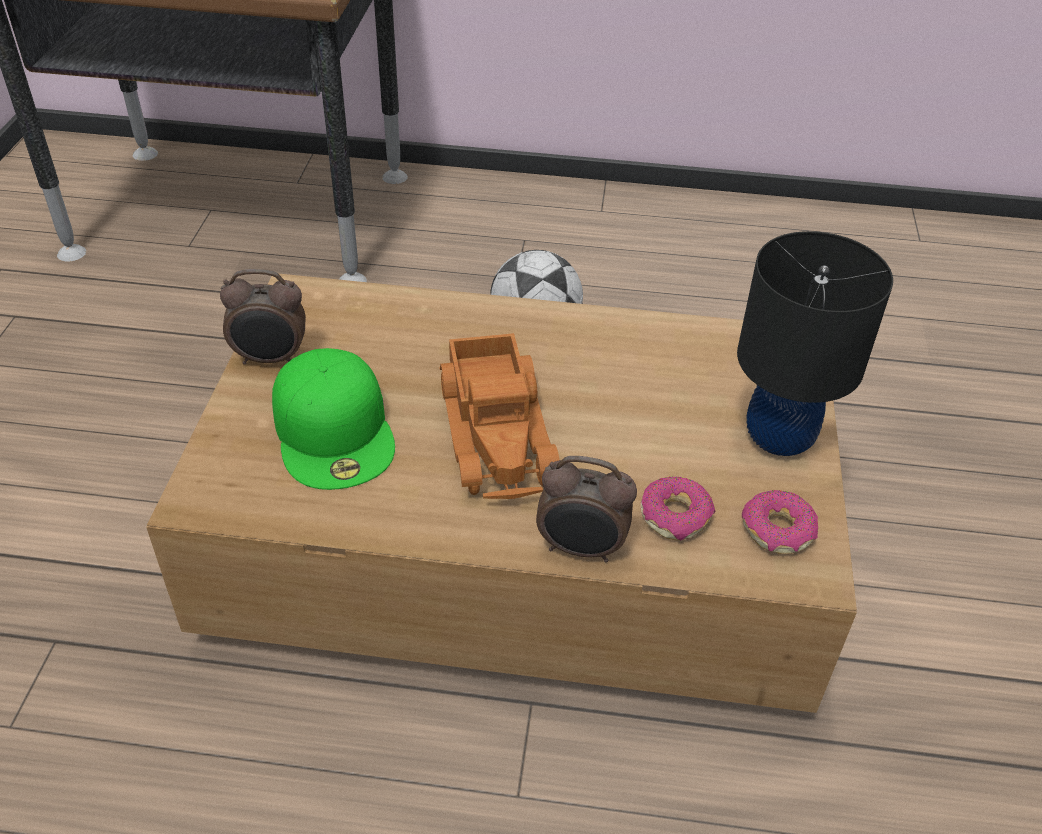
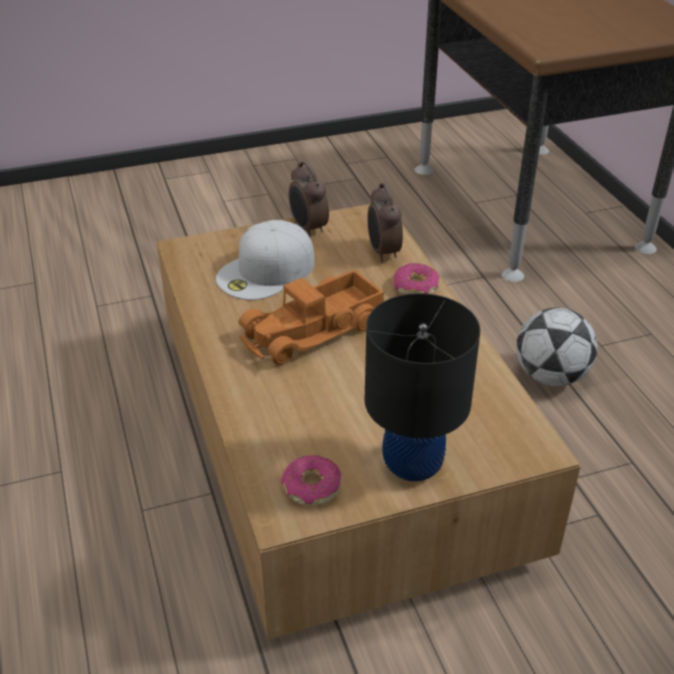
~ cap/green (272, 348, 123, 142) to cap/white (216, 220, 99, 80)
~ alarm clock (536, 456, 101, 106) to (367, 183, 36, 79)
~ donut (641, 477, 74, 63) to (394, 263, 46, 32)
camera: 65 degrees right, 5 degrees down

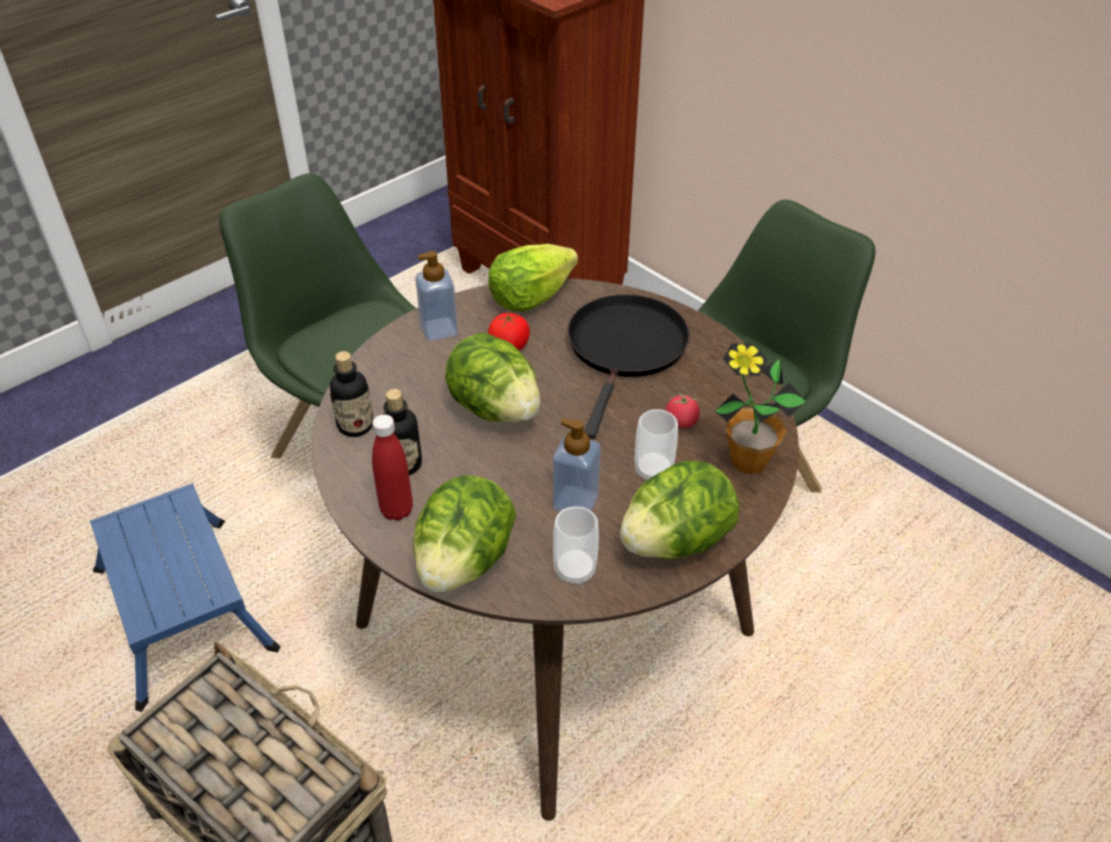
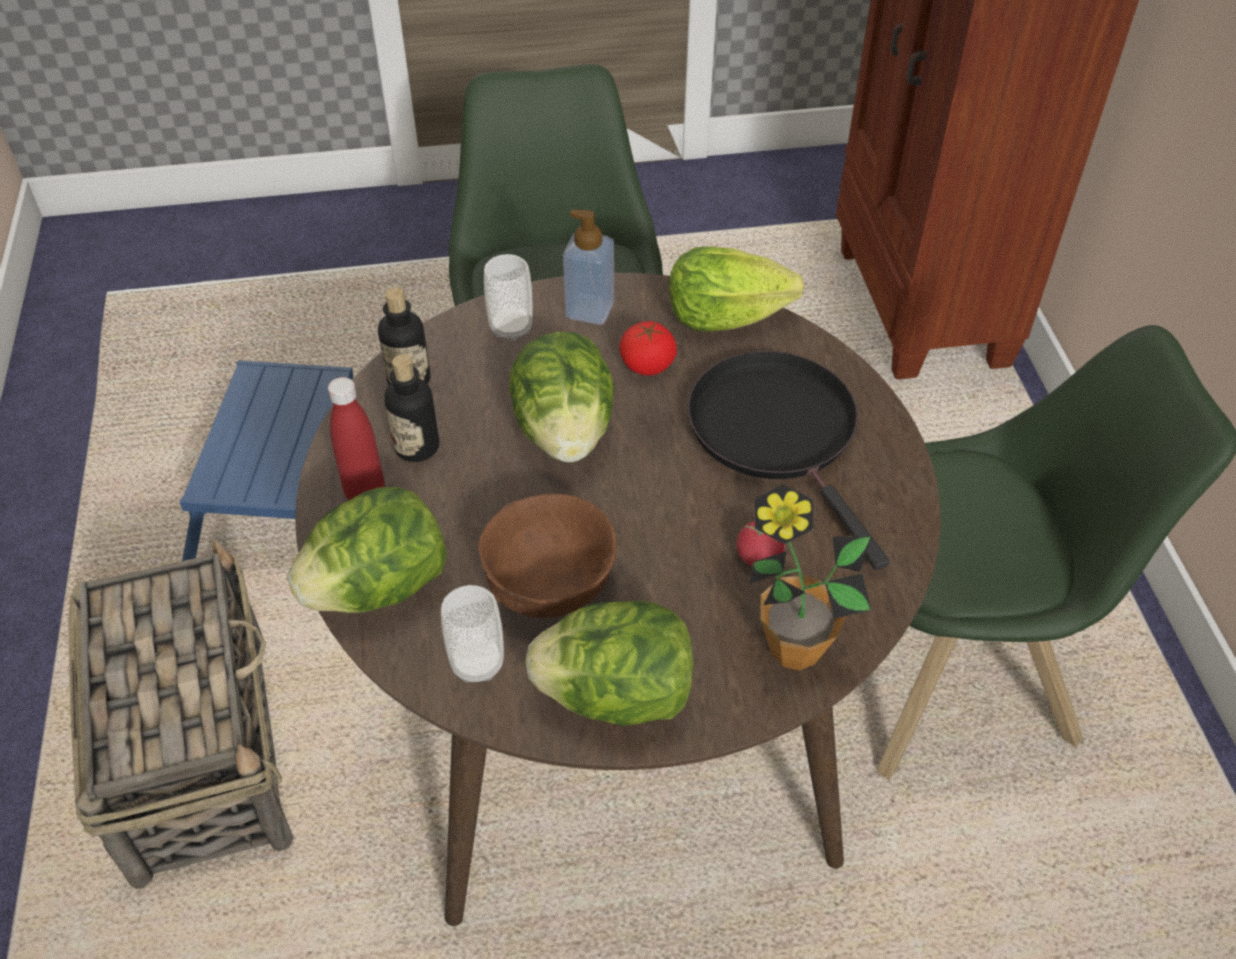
~ frying pan/black (568, 294, 122, 145) = (688, 351, 202, 219) 75 degrees counterclockwise
~ cup (635, 409, 43, 72) to (484, 254, 49, 87)
~ soap dispenser (553, 419, 48, 93) to bowl/brown (478, 494, 139, 124)
camera: 35 degrees right, 5 degrees up

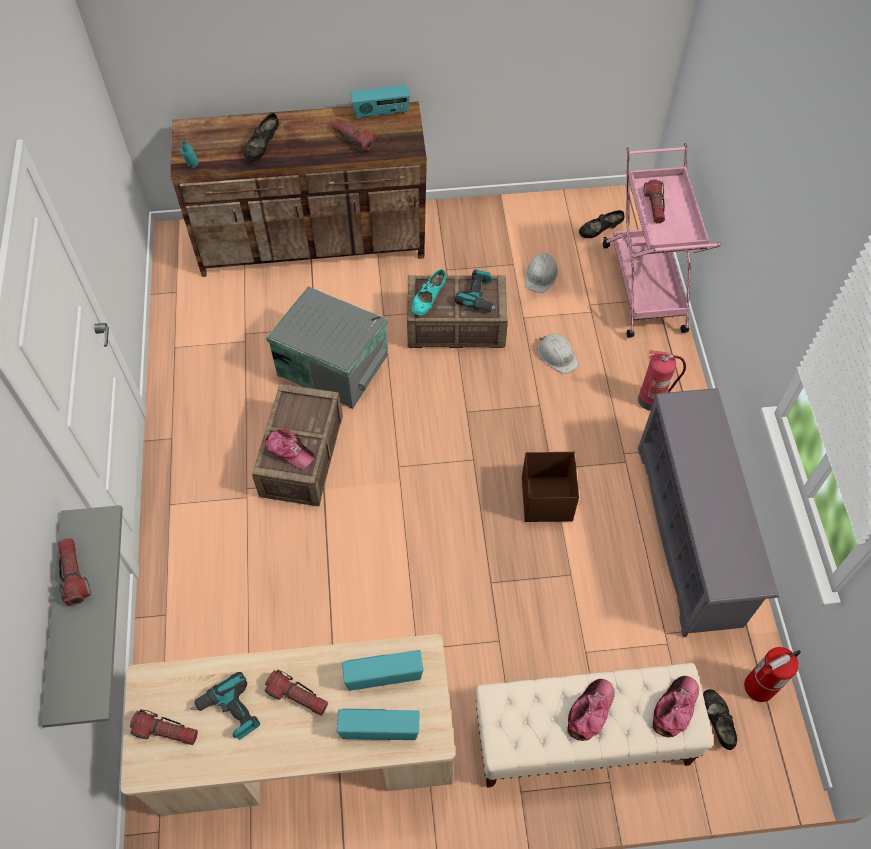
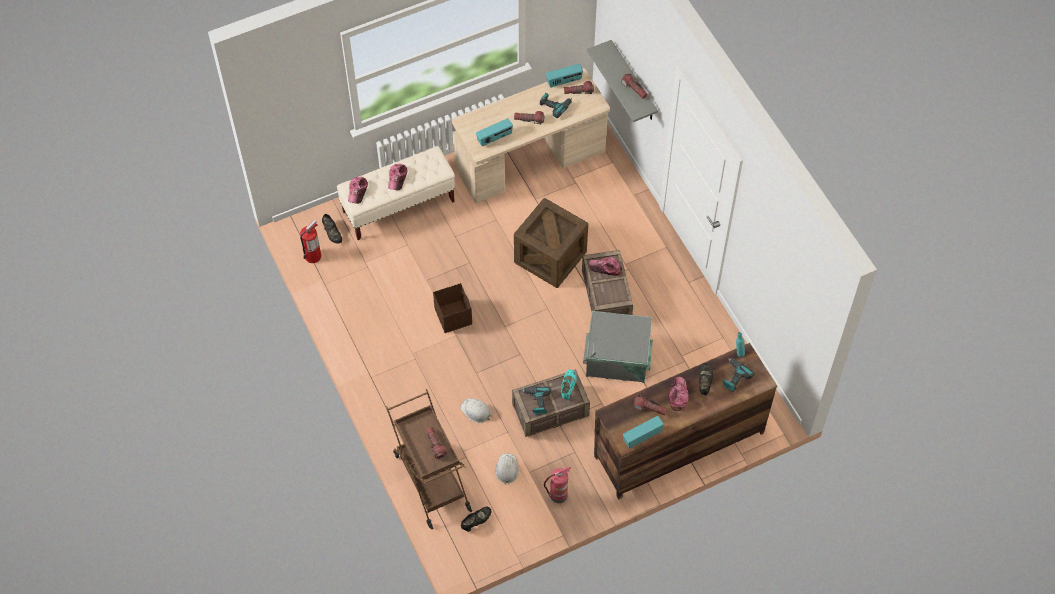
~ cart/pink (602, 143, 119, 195) to cart/brown (386, 389, 86, 140)
~ fire extinguisher (638, 351, 48, 59) to (544, 467, 27, 36)
- shoe rack/grey (638, 388, 141, 249)
~ radio (337, 708, 83, 32) to (546, 64, 37, 23)
+ crate (514, 198, 74, 90)
+ power drill (723, 358, 31, 34)
+ cap (669, 377, 19, 34)
camera: 160 degrees right, 0 degrees up

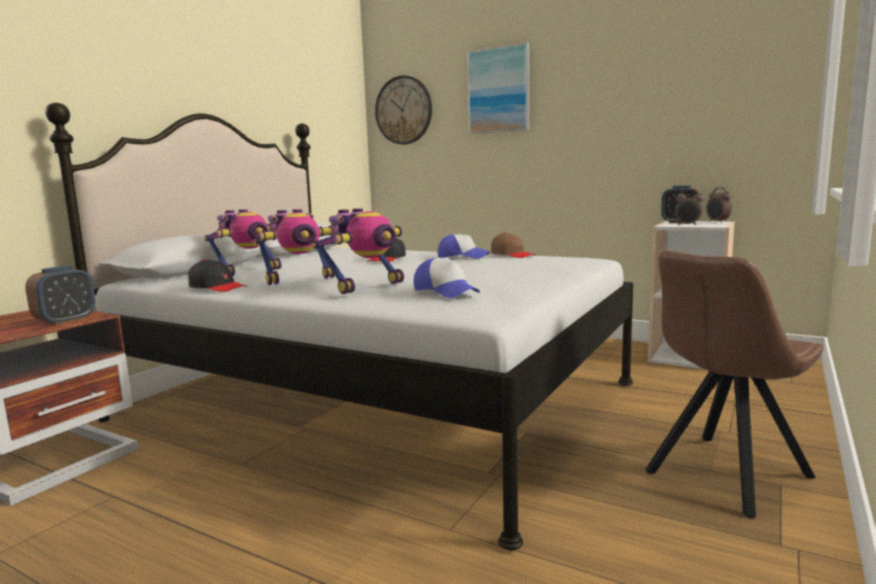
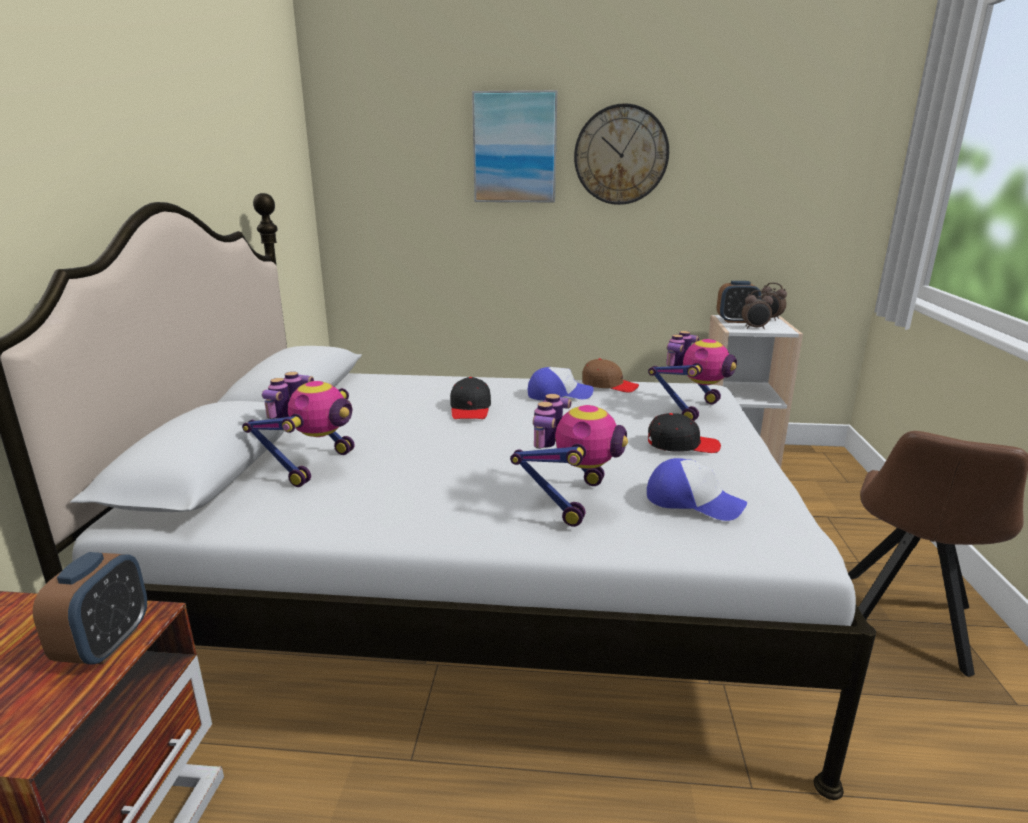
~ wall clock (375, 75, 57, 69) to (574, 103, 95, 102)
~ toy robot (255, 209, 80, 76) to (648, 331, 89, 90)
~ cap/black (188, 259, 59, 33) to (648, 413, 73, 40)
camera: 25 degrees left, 10 degrees up

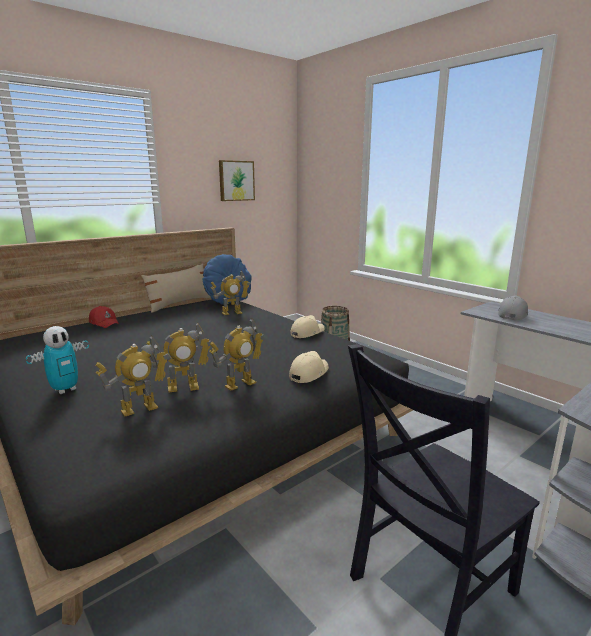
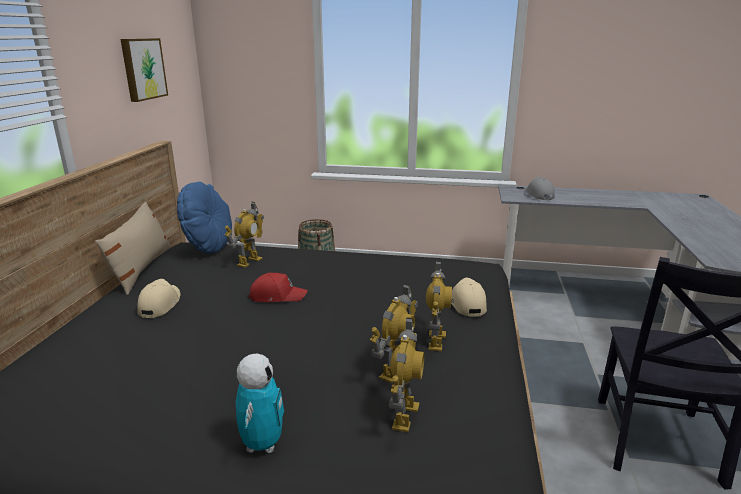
~ cap/red (89, 306, 30, 22) to (249, 273, 59, 29)
~ cap/beige (290, 315, 34, 23) to (137, 279, 44, 39)
camera: 40 degrees left, 5 degrees up

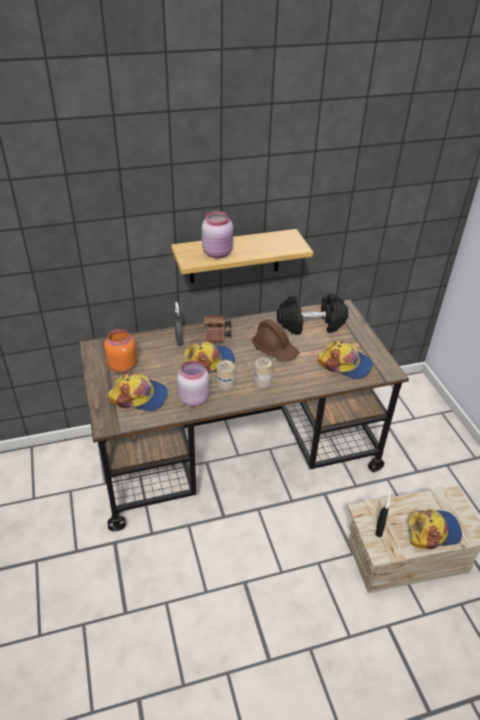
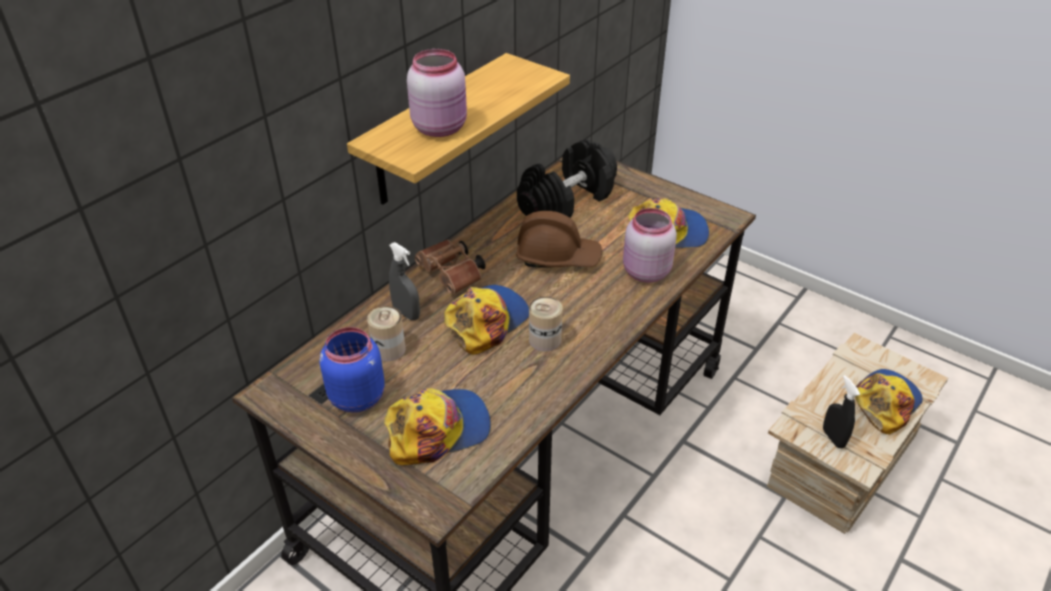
~ jar/orange (104, 329, 33, 44) to jar/blue (319, 327, 66, 86)
~ can (254, 357, 19, 31) to (367, 306, 39, 56)
~ jar/pink (177, 361, 32, 46) to (623, 208, 54, 75)
camera: 35 degrees left, 0 degrees up

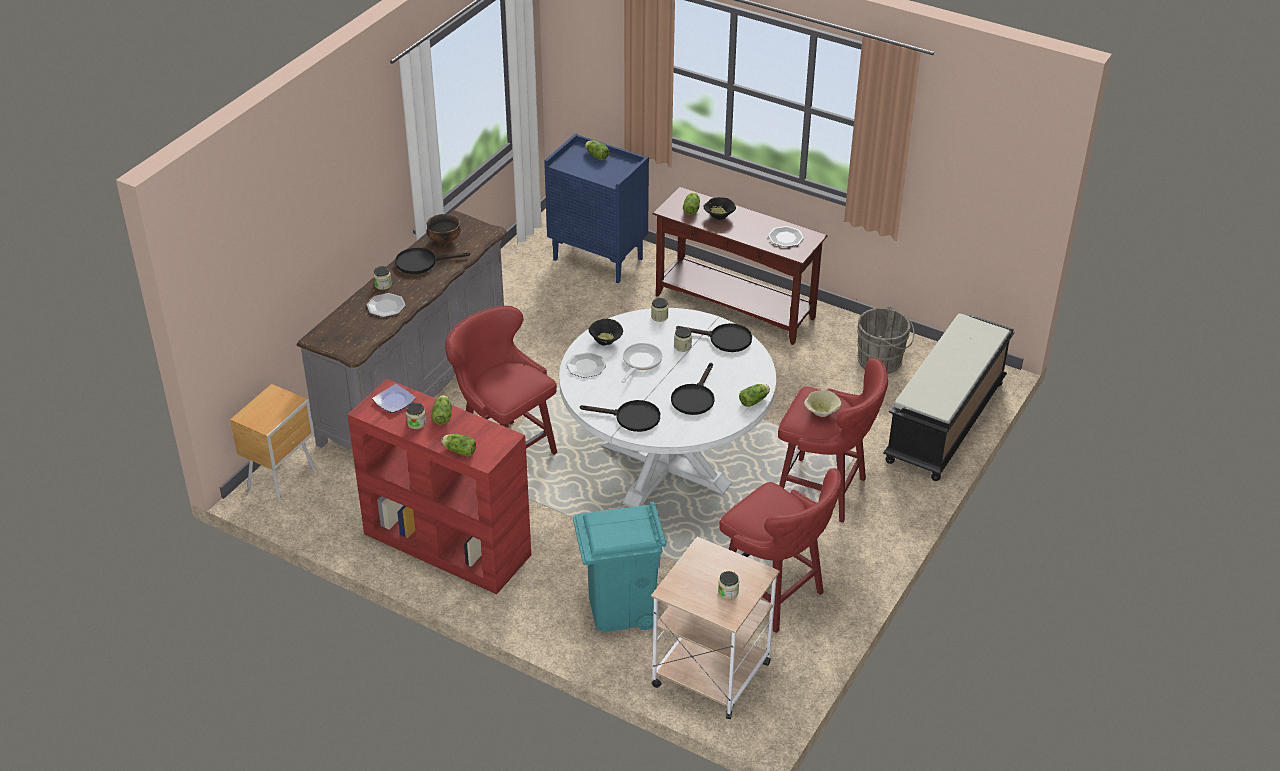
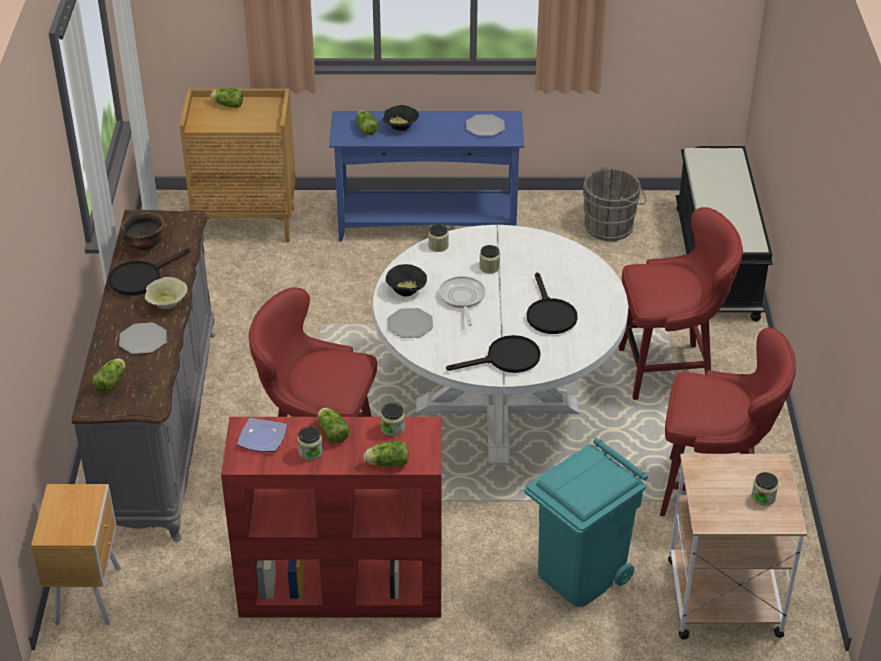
~ cabinet/blue (544, 133, 105, 150) to cabinet/brown (180, 88, 116, 154)
~ console table/brown (653, 187, 174, 158) to console table/blue (329, 111, 195, 130)
~ jar (373, 266, 19, 24) to (381, 403, 24, 34)
- frying pan/black (676, 323, 76, 29)
~ lettuce (739, 384, 31, 23) to (92, 358, 34, 35)
~ bowl/beige (804, 390, 38, 27) to (145, 277, 43, 32)
camera: 30 degrees left, 0 degrees up

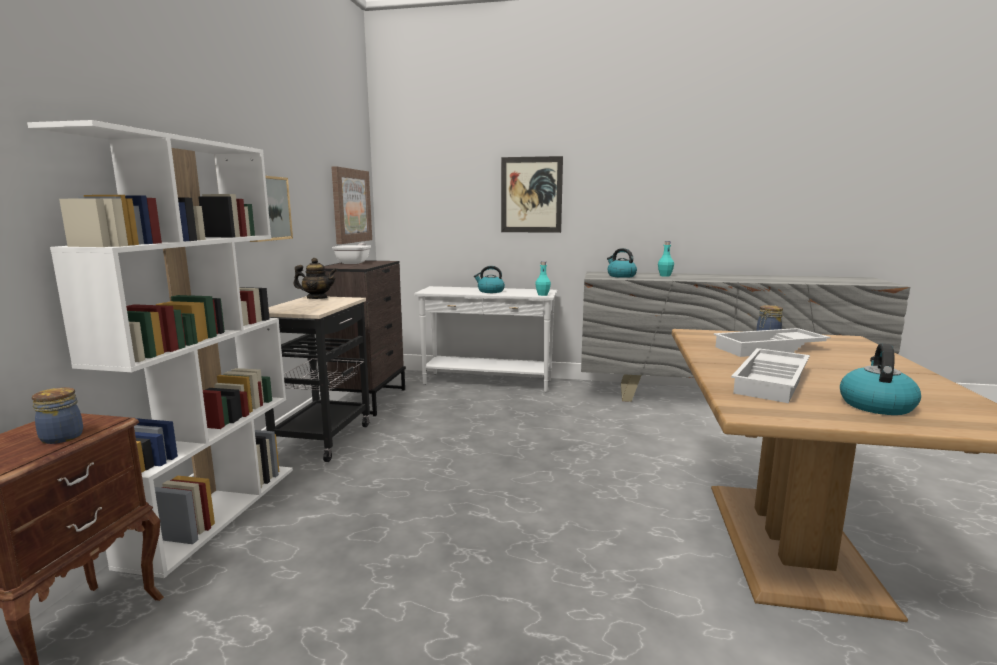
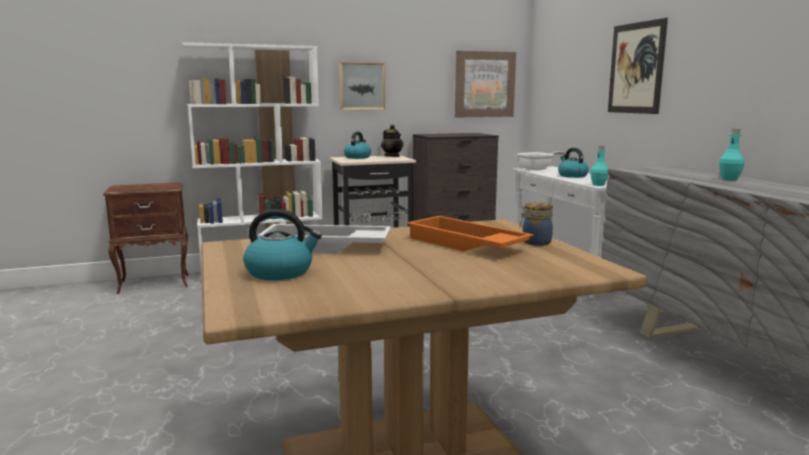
~ frying pan (332, 243, 39, 21) to (517, 151, 48, 19)
~ kettle (607, 248, 30, 30) to (344, 132, 27, 27)
~ tray/white (713, 328, 118, 29) to tray/orange (406, 216, 128, 35)
- jar (32, 387, 51, 57)
camera: 60 degrees right, 0 degrees up

